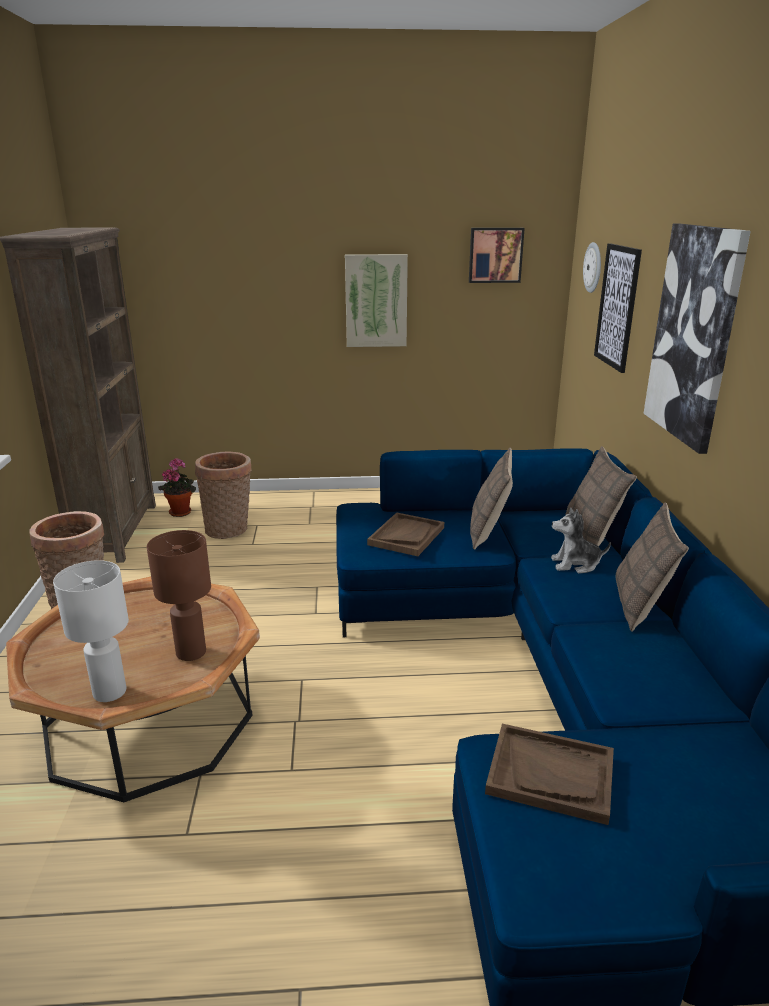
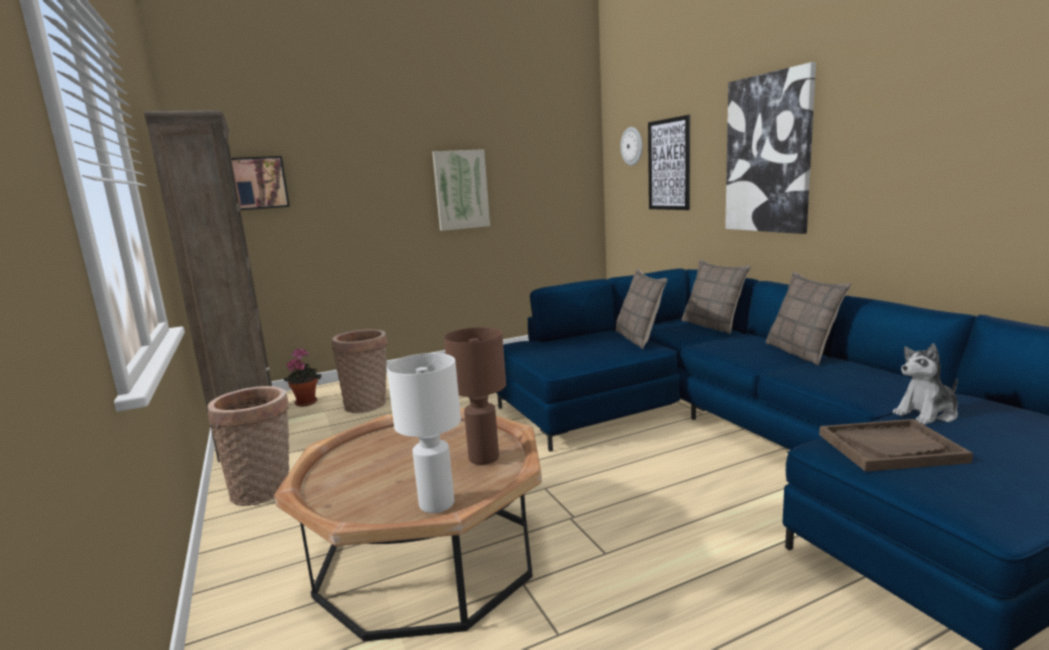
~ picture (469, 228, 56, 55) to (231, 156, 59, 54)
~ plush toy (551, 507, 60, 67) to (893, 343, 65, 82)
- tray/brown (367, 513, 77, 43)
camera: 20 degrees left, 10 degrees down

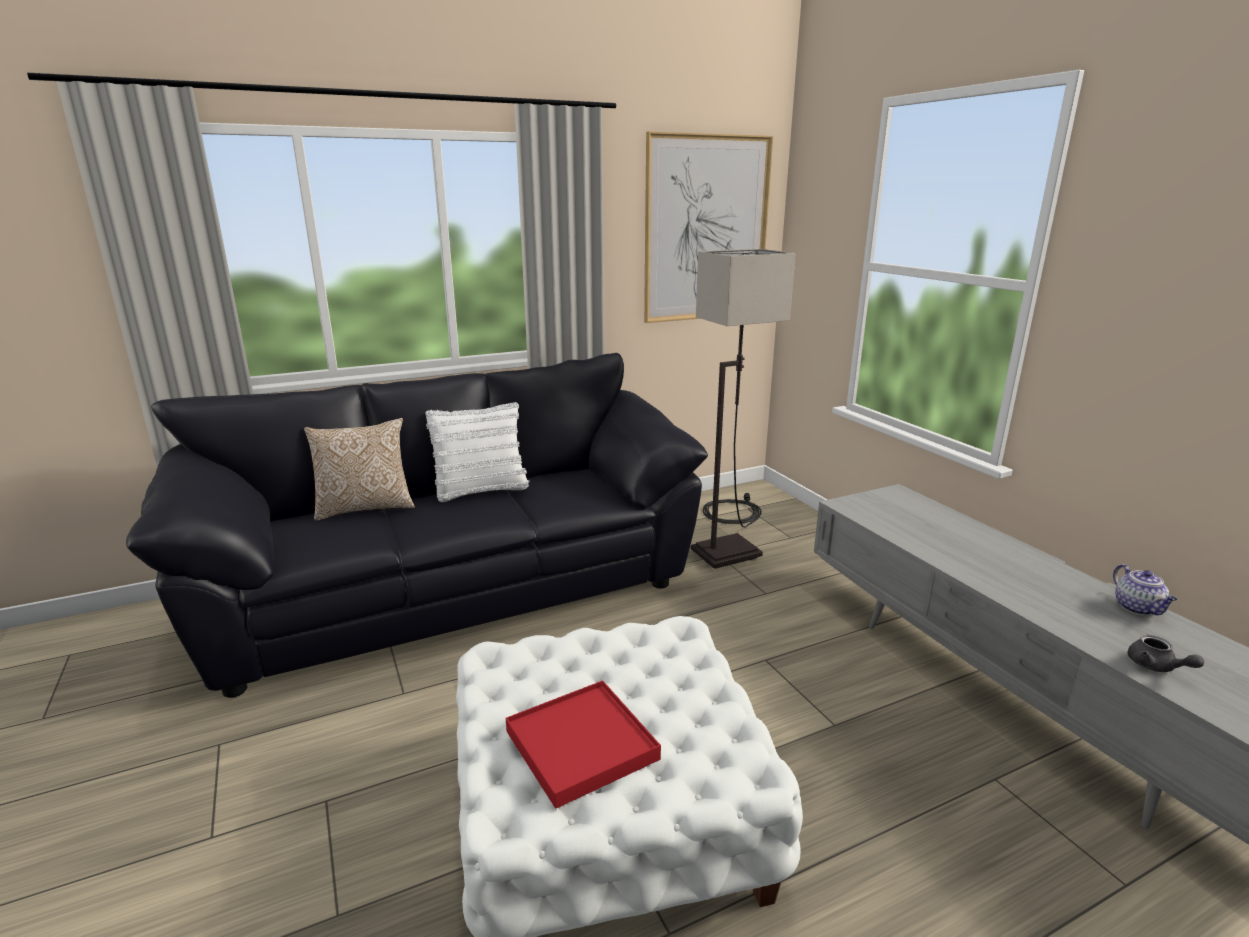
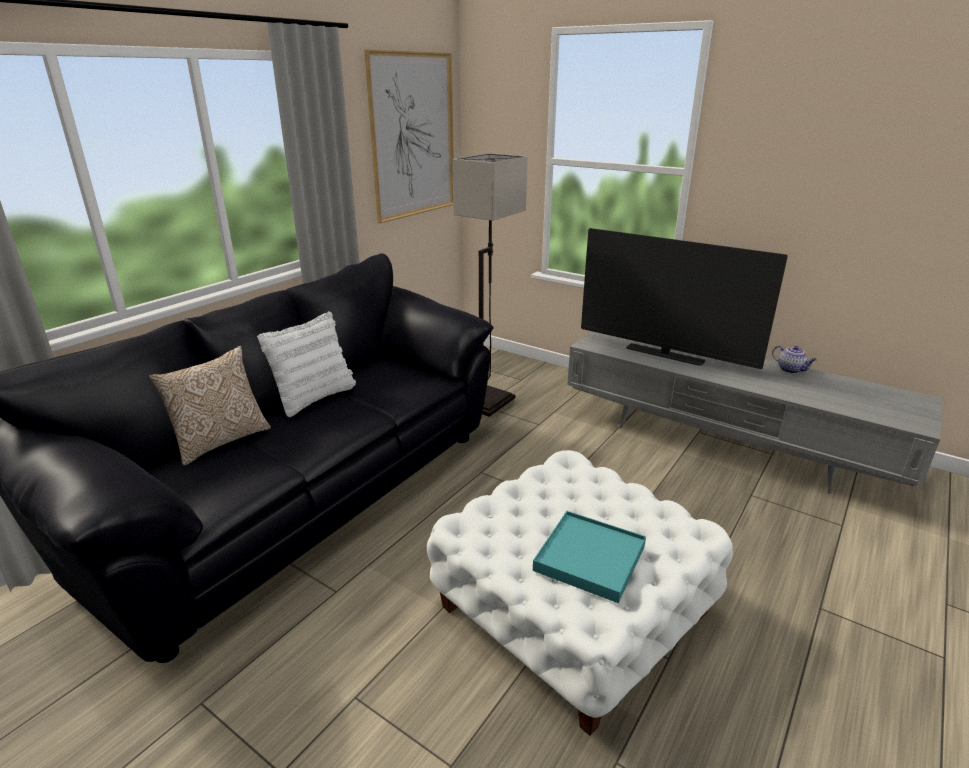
- teapot/grey (1128, 635, 76, 37)
~ tray/red (506, 680, 155, 129) to tray/turquoise (533, 511, 113, 92)
+ television (581, 228, 207, 141)
camera: 30 degrees left, 5 degrees up

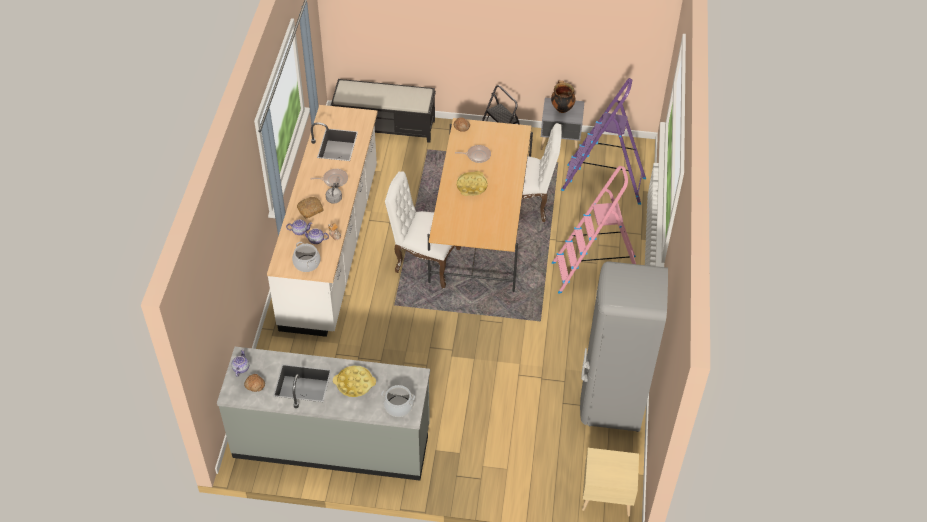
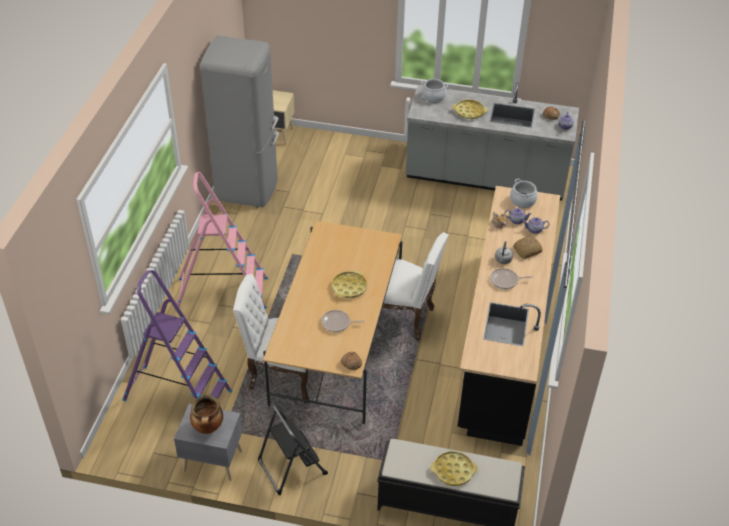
~ counter/white (267, 105, 111, 232) to counter/black (458, 186, 102, 260)
+ tray/yellow (430, 451, 48, 35)
camera: 175 degrees left, 5 degrees down

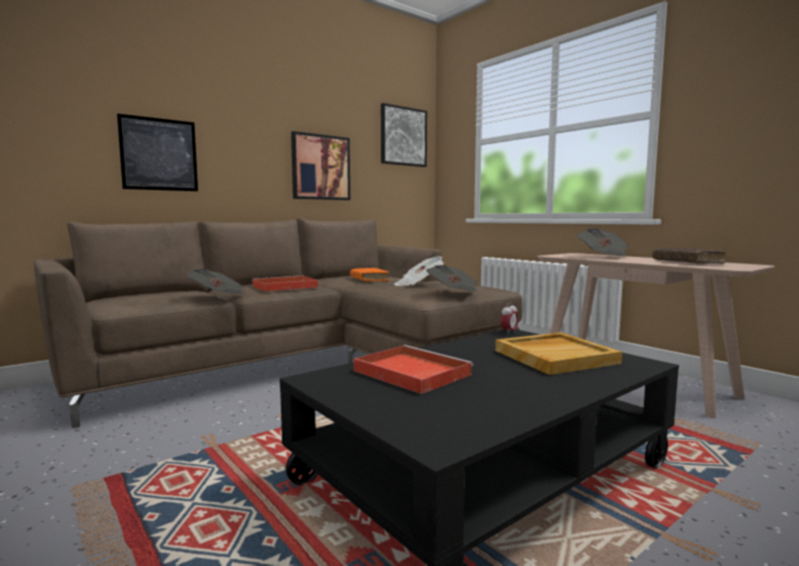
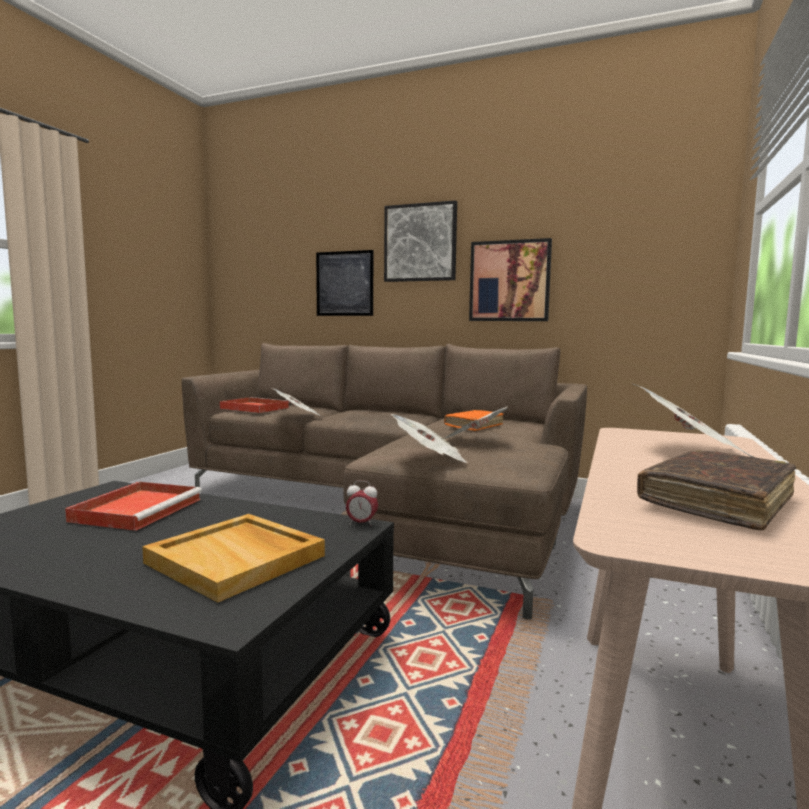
~ picture (381, 103, 46, 64) to (384, 200, 73, 82)
~ tray/red (252, 275, 66, 17) to (220, 397, 69, 16)
camera: 60 degrees right, 0 degrees up

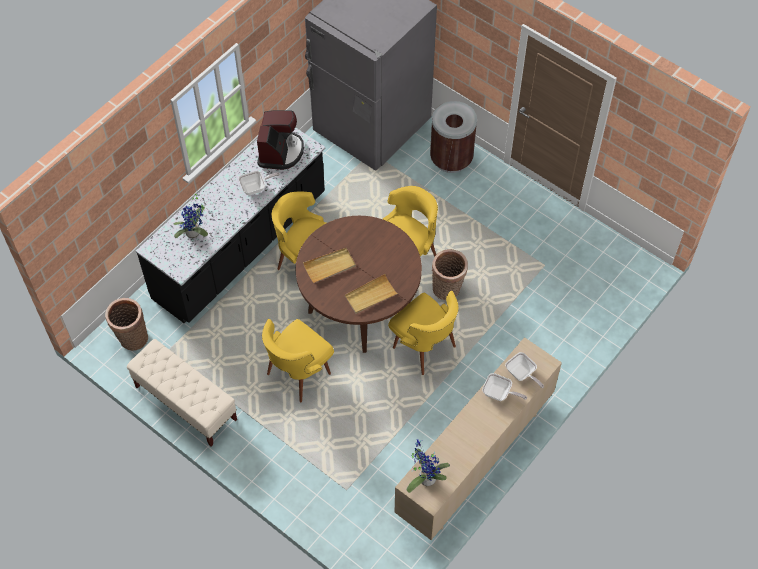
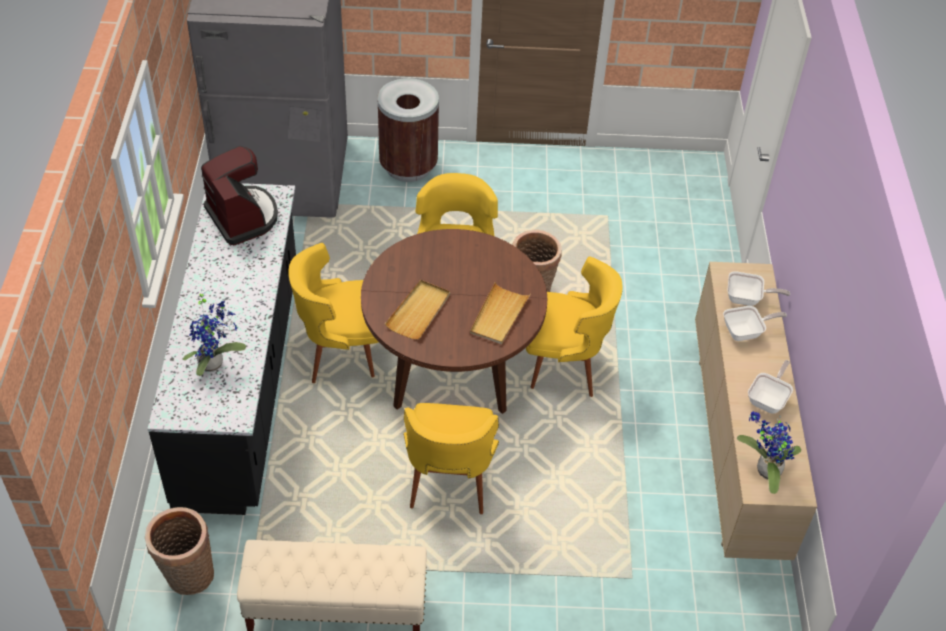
~ frying pan (238, 171, 42, 24) to (748, 360, 45, 54)
camera: 40 degrees left, 10 degrees down

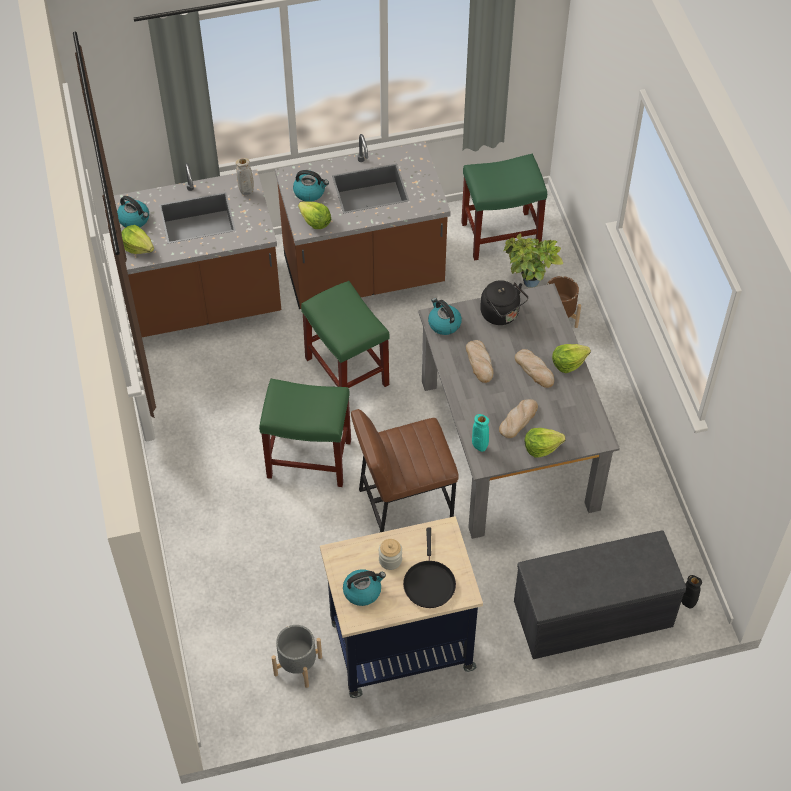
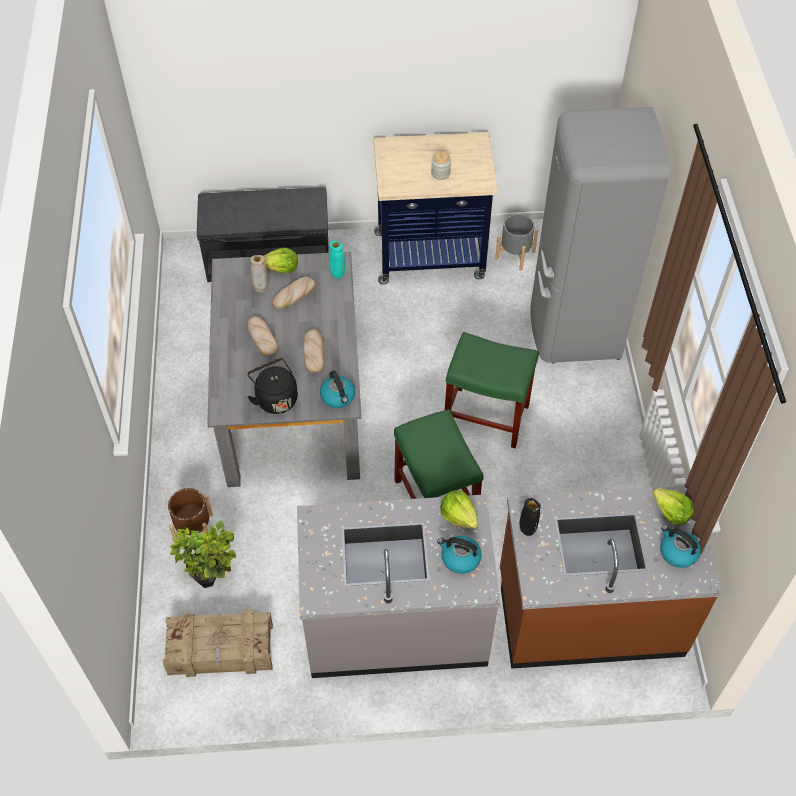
~ counter/brown (275, 134, 176, 175) to counter/grey (297, 494, 204, 184)
~ stool/green (461, 154, 86, 106) to crate (163, 609, 110, 68)
~ vase/beige (236, 158, 18, 37) to (250, 255, 18, 38)
- lettuce (552, 344, 39, 29)
- chair/brown (351, 409, 108, 123)
- frying pan/black (403, 528, 53, 80)
- kettle (343, 569, 43, 37)
~ vase/black (681, 575, 21, 34) to (520, 498, 21, 38)
+ fridge/grey (531, 107, 139, 257)
camera: 170 degrees left, 0 degrees up

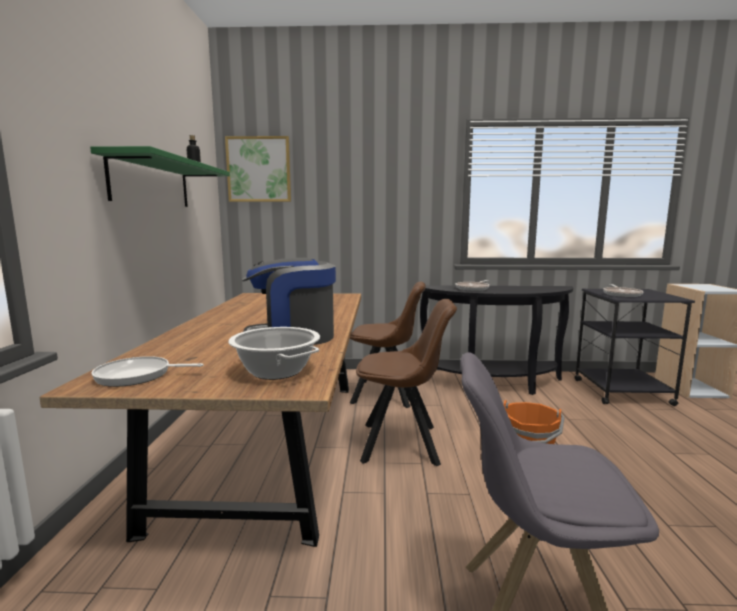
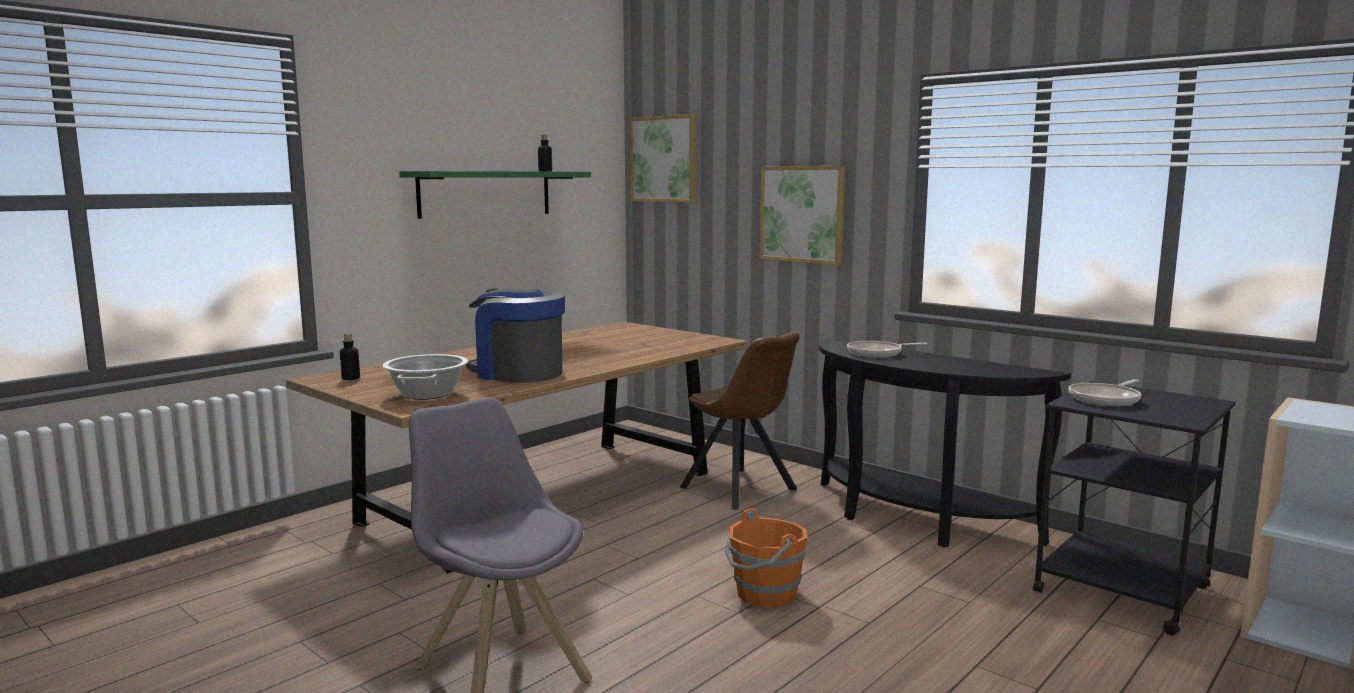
- chair/brown (356, 299, 101, 167)
~ frying pan (91, 356, 112, 31) to bottle (340, 334, 20, 46)
+ picture (760, 166, 85, 99)
camera: 40 degrees right, 0 degrees up

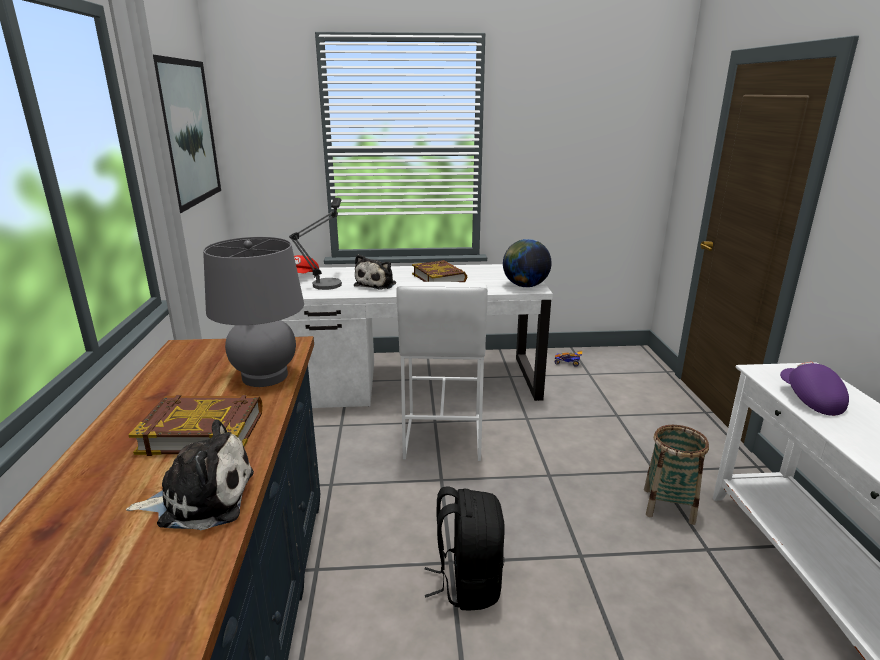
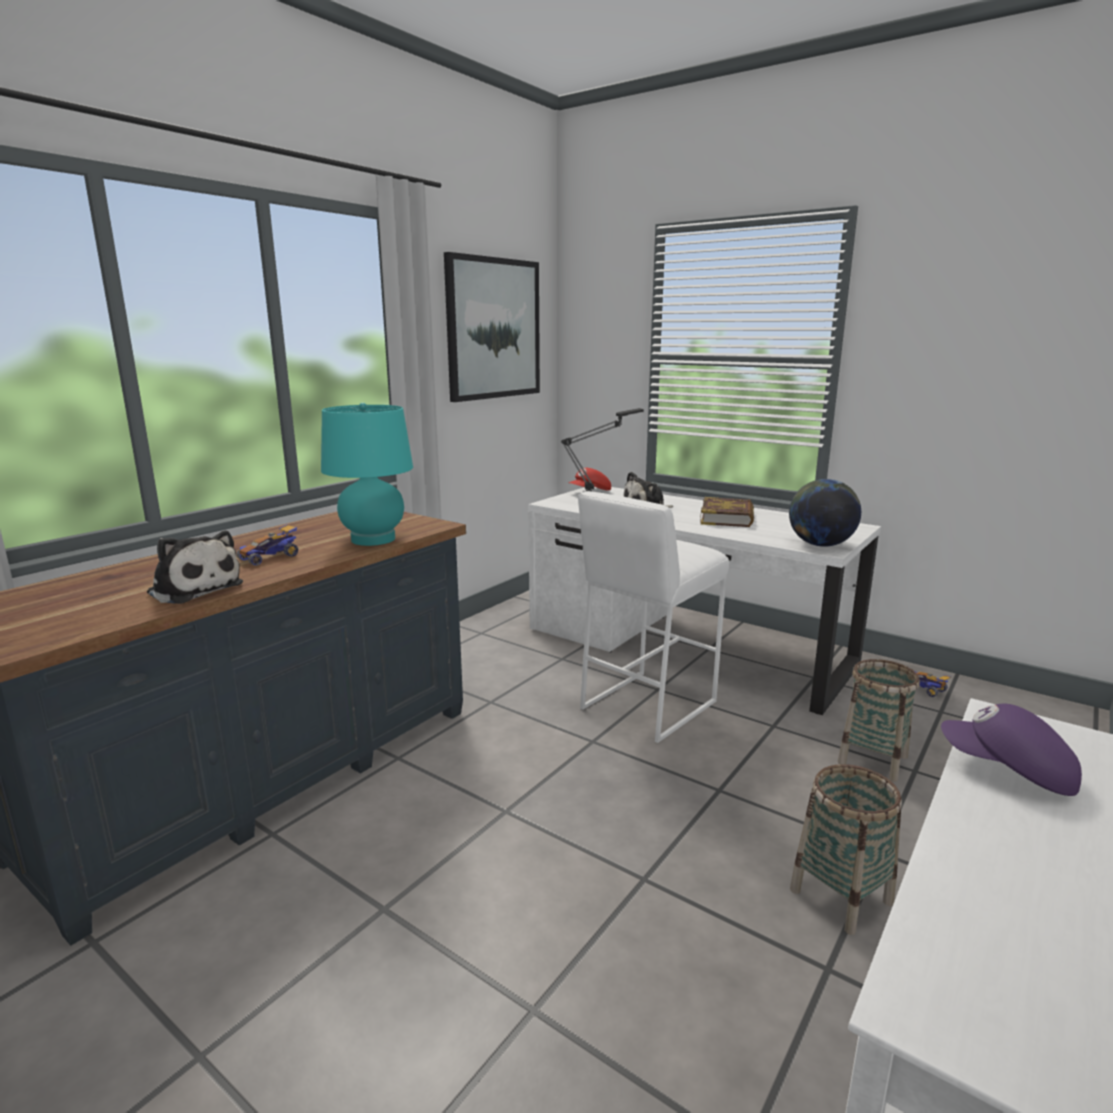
~ table lamp/grey (203, 237, 101, 150) to table lamp/turquoise (321, 403, 92, 143)
~ cap/purple (780, 362, 69, 54) = (941, 704, 141, 92) 90 degrees counterclockwise
~ book (129, 395, 133, 61) to toy car (237, 524, 61, 42)
- backpack/black (424, 486, 81, 125)
+ basket (838, 659, 82, 123)
camera: 40 degrees right, 5 degrees down

